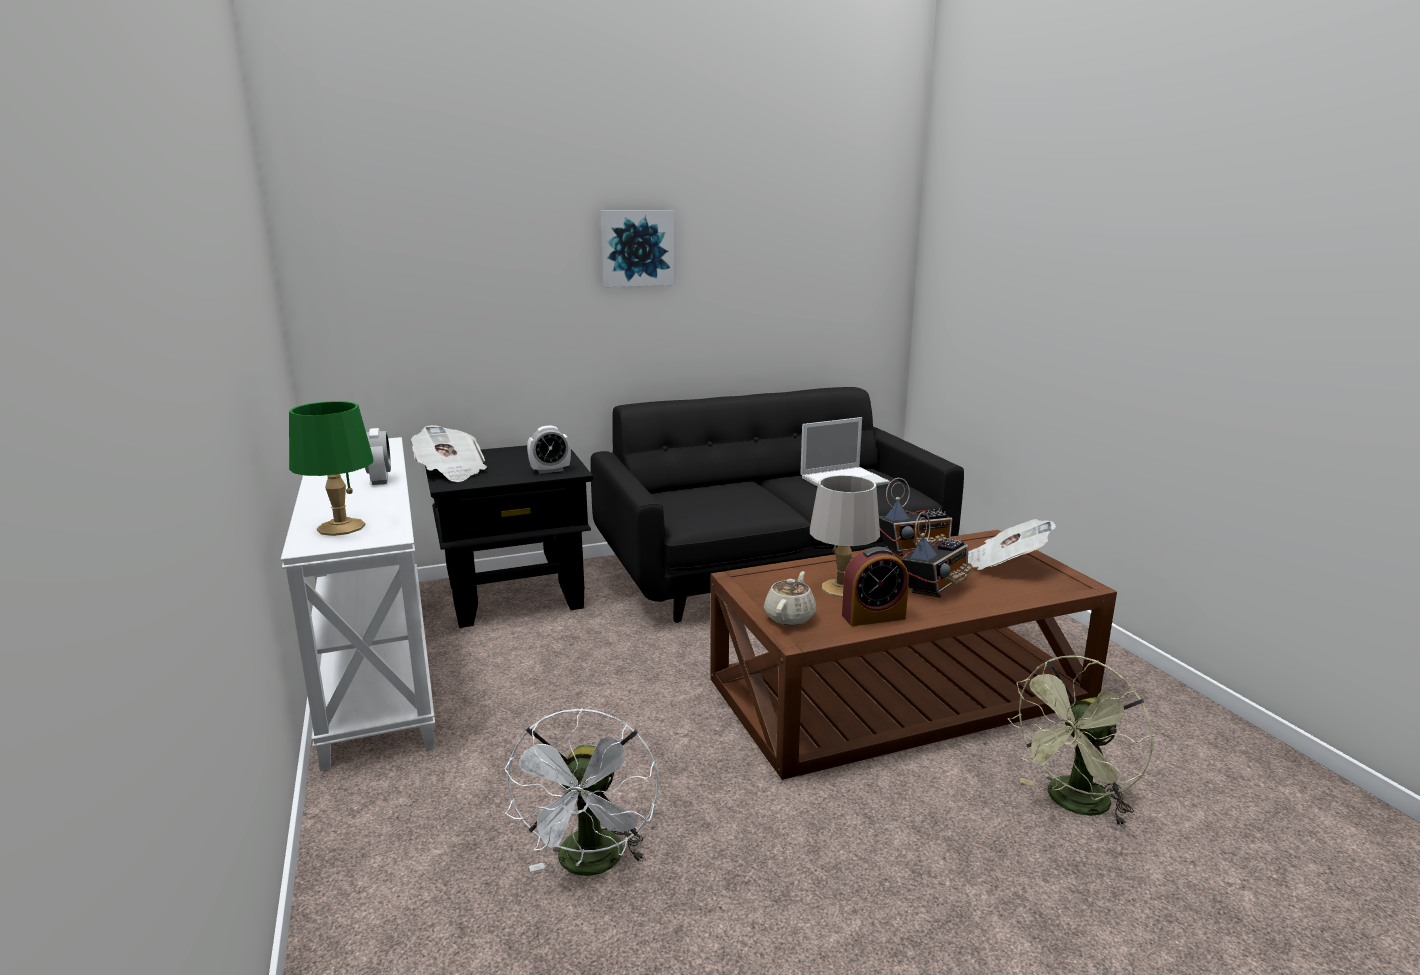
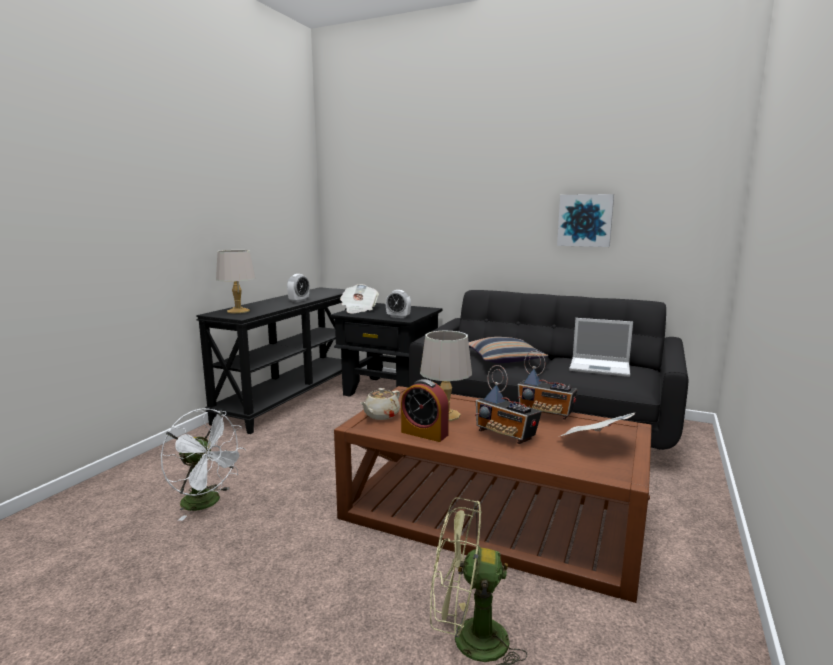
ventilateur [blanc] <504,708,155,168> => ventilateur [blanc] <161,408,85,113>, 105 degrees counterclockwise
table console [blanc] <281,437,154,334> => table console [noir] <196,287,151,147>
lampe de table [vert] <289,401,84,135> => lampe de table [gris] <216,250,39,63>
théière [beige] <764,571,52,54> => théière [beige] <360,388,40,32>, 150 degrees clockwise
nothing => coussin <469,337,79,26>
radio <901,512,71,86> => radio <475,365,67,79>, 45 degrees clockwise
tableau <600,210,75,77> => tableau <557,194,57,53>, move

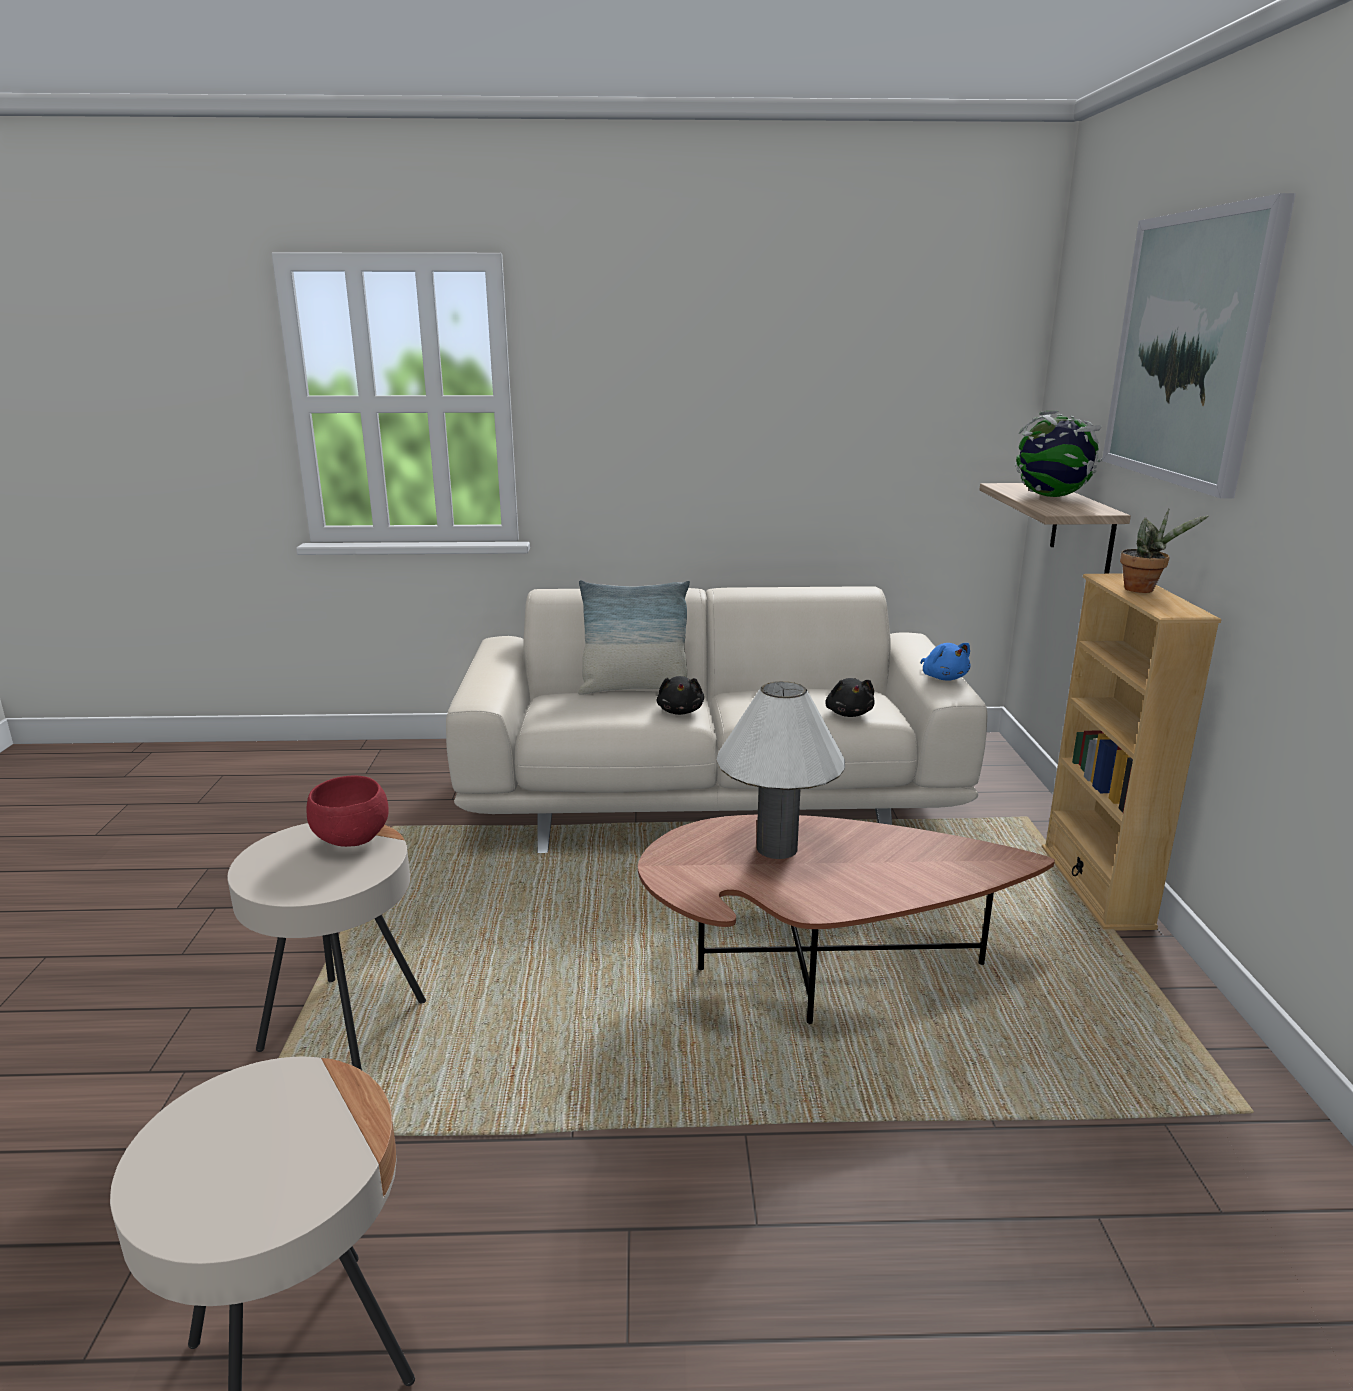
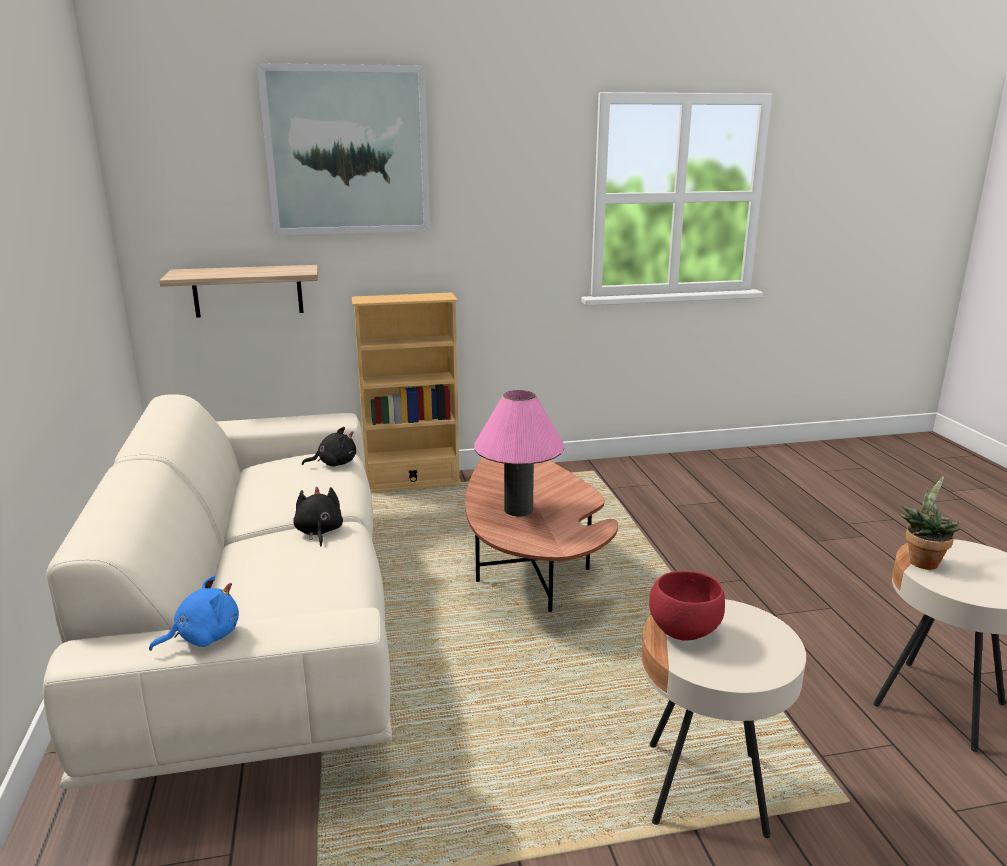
peluche [bleu] <921,643,50,38> => peluche [bleu] <149,576,90,75>, move
peluche [noir] <657,676,47,39> => peluche [noir] <293,487,50,59>, 90 degrees counterclockwise
lampe de table [blanc] <716,681,129,178> => lampe de table [rose] <474,390,90,126>
plante en pot <1120,508,89,85> => plante en pot <899,476,61,94>, move
coussin <578,580,112,115> => nothing
globe <1015,411,88,86> => nothing

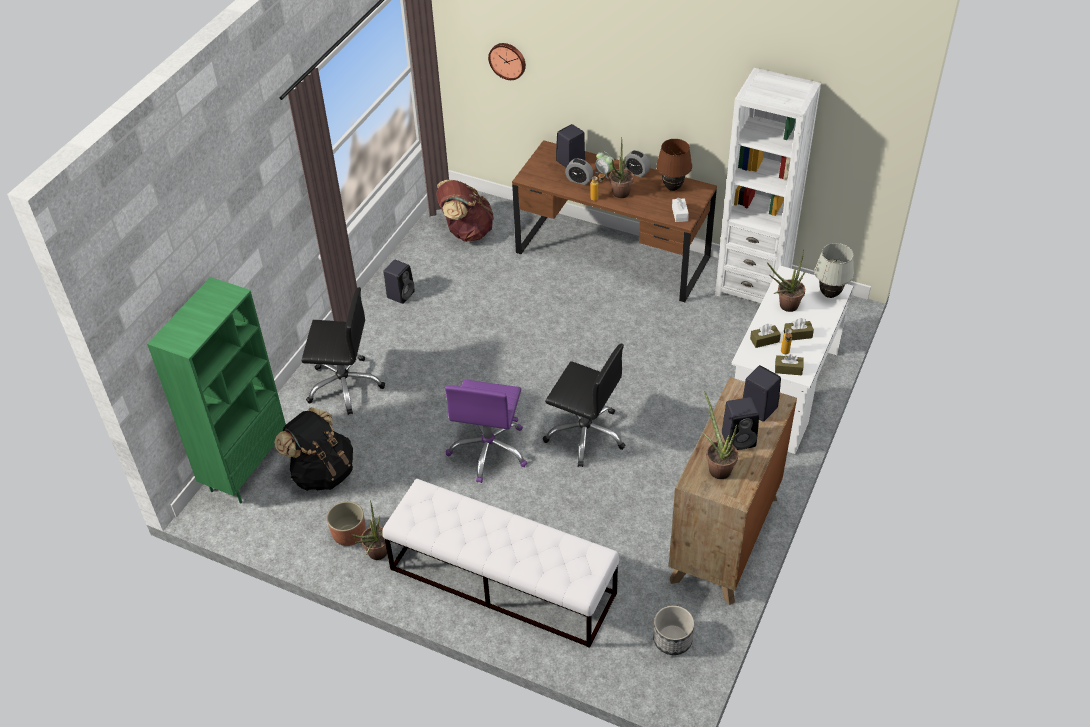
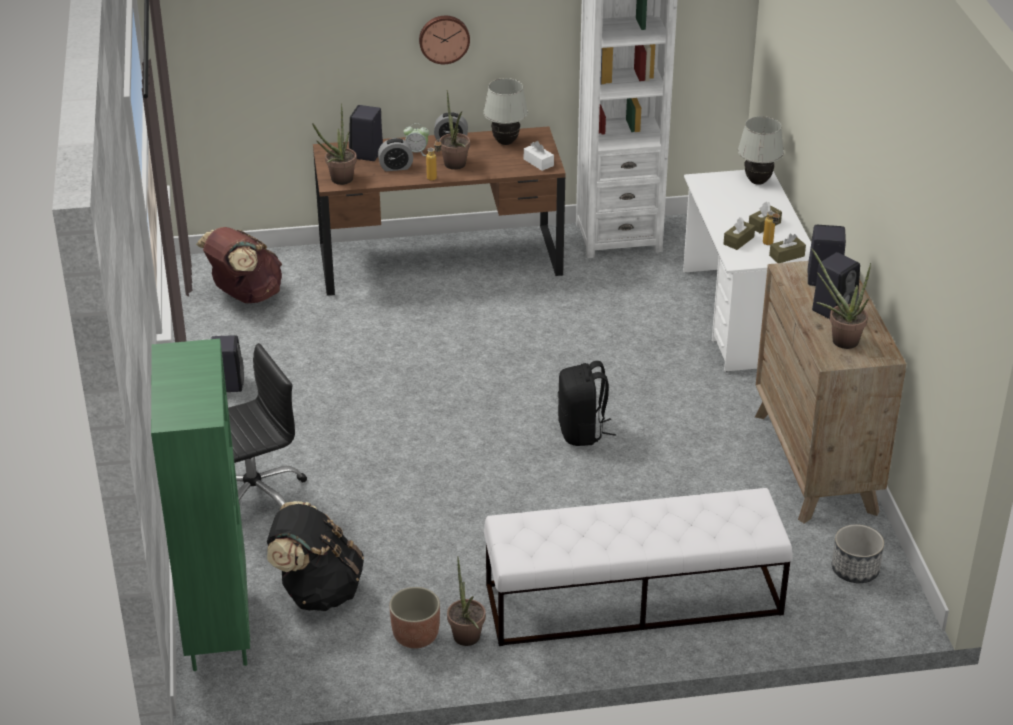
plante en pot <767,250,38,62> => plante en pot <312,103,45,82>, move
horloge murale <488,43,38,37> => horloge murale <419,16,51,48>, move
lampe de table [marron] <656,139,36,52> => lampe de table [blanc] <483,78,45,67>
chaise de bureau [noir] <543,344,82,123> => sac à dos [noir] <558,361,58,85>
chaise de bureau [violet] <445,379,82,104> => nothing

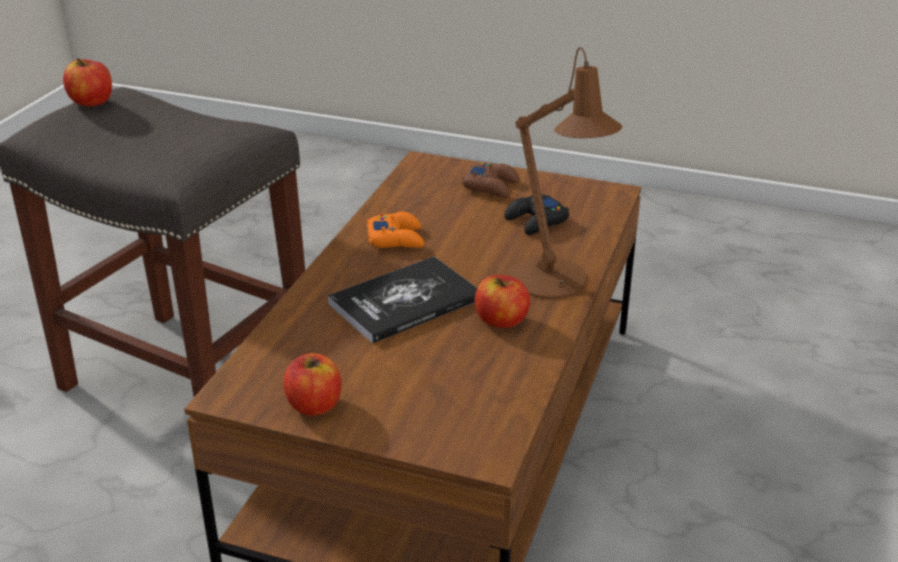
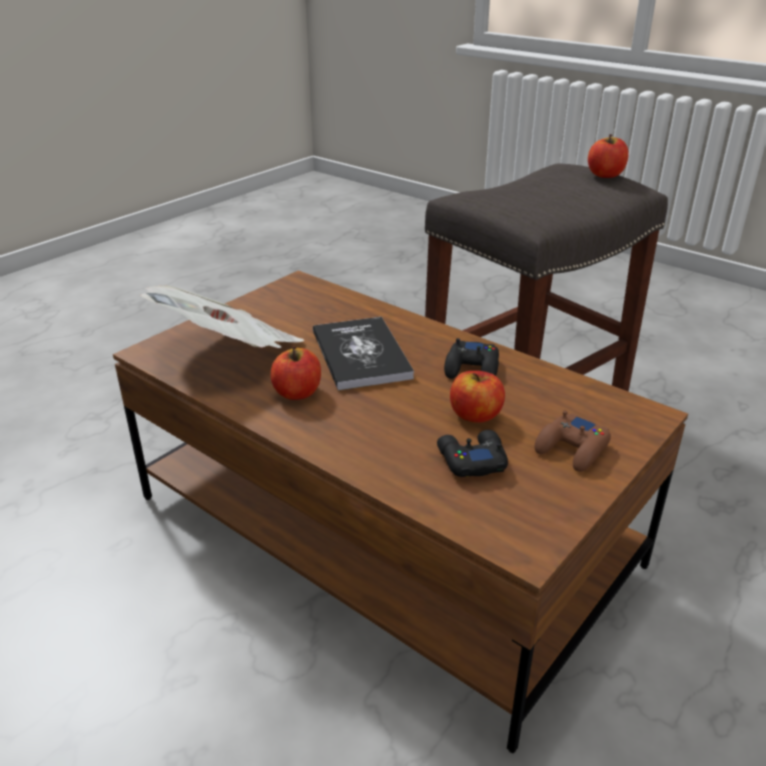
nothing => journal <139,286,165,62>
manette [orange] <367,212,57,36> => manette [noir] <444,338,55,41>
pomme <283,353,58,63> => pomme <450,371,55,52>, move
lampe de table [marron] <510,47,112,251> => nothing

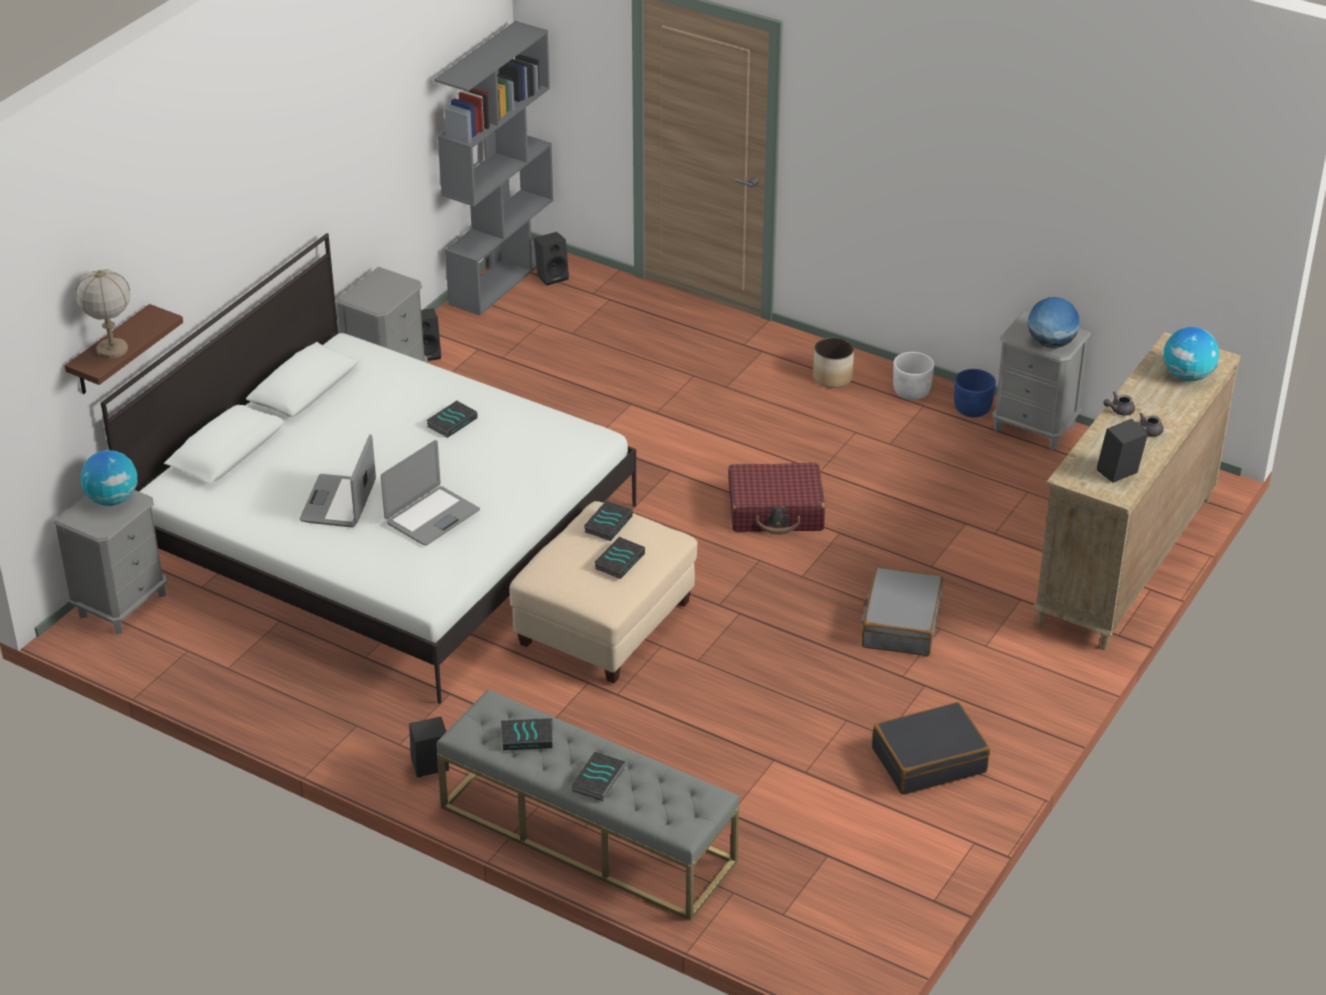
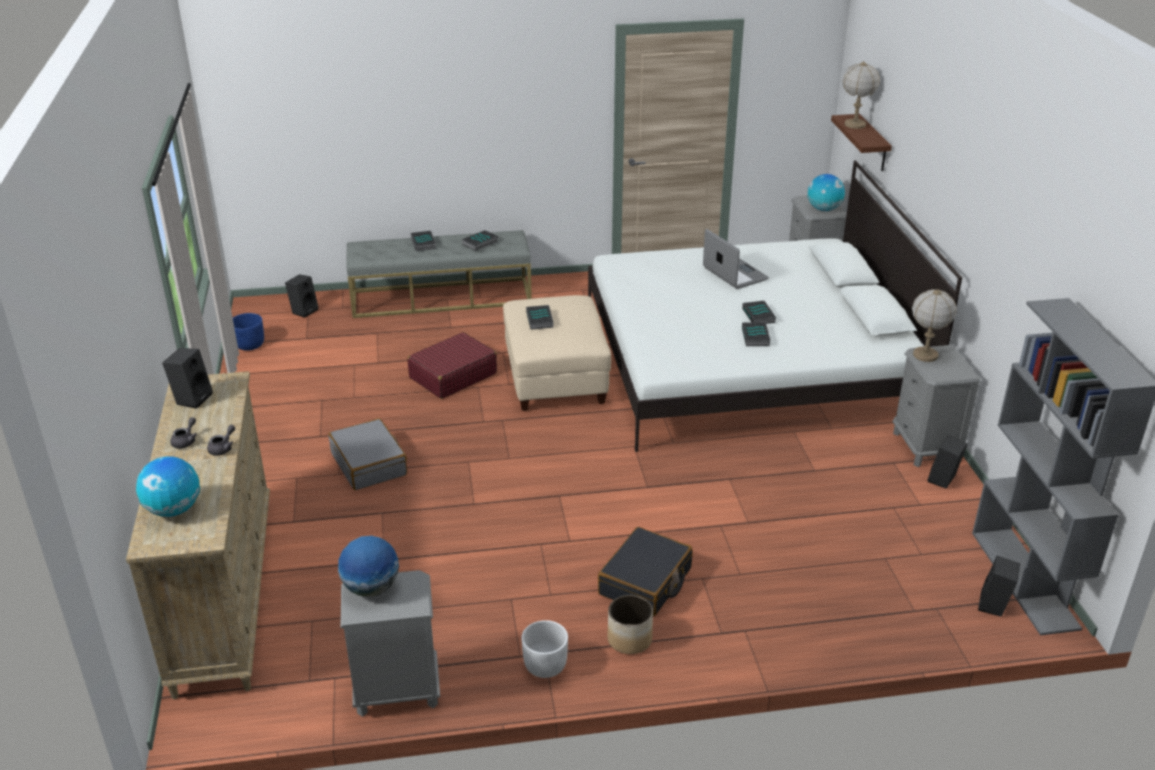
cache-pot [bleu] <954,369,42,48> => cache-pot [bleu] <233,313,31,38>, move
enceinte [noir] <409,717,40,60> => enceinte [noir] <285,274,33,44>, move
valise [rouge] <729,463,96,72> => valise [rouge] <408,332,89,67>, move
valise [noir] <872,702,118,93> => valise [noir] <598,527,95,89>, move
livre <584,500,49,41> => livre <742,301,34,23>, move
nothing => lampe de table <912,289,45,73>
ordinateur portable <381,440,99,105> => nothing

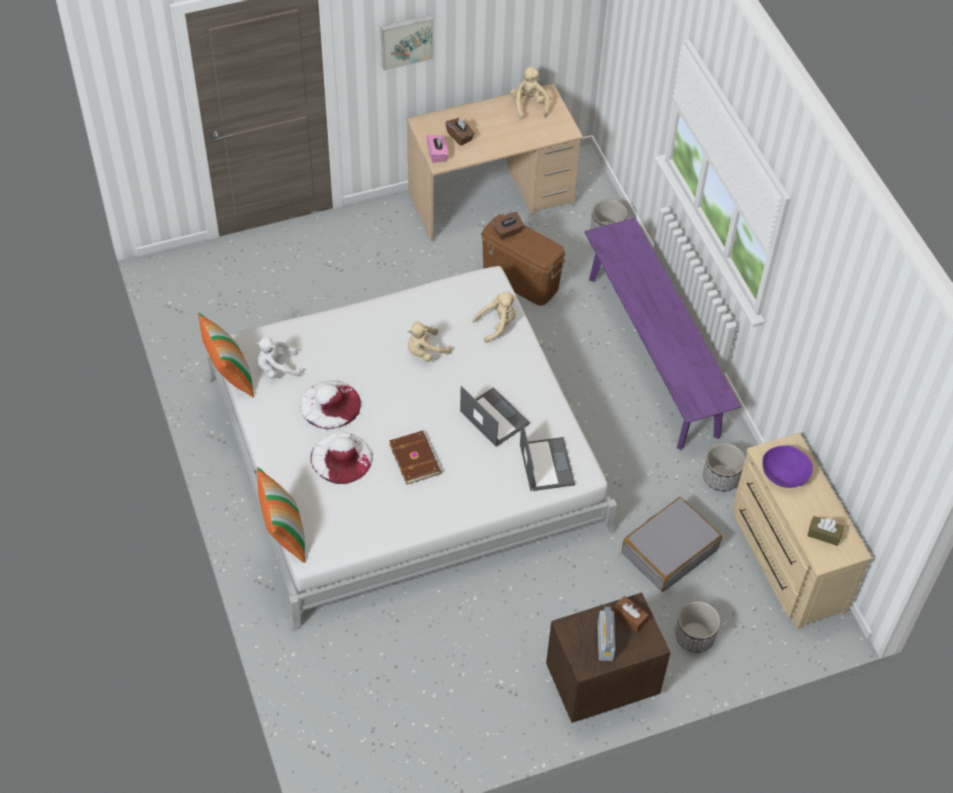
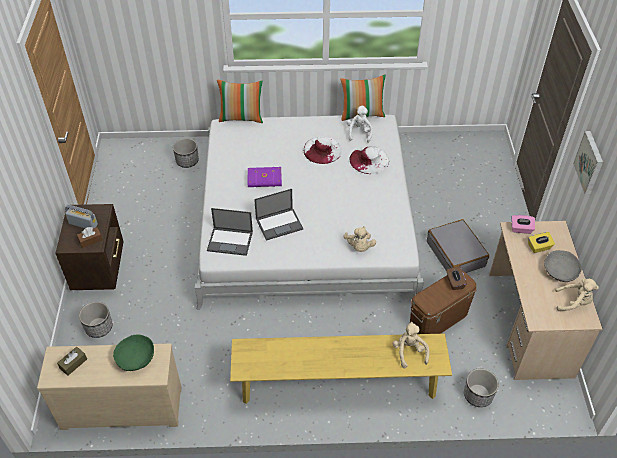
bol [violet] <762,446,51,42> => bol [vert] <113,334,41,37>
cache-pot <703,443,42,48> => cache-pot <173,138,26,30>, move
banc [violet] <585,218,156,232> => banc [jaune] <230,334,222,70>
livre [marron] <389,431,52,54> => livre [violet] <248,167,34,20>
chapeau [blanc] <310,432,63,52> => chapeau [blanc] <349,146,40,28>, move
peluche [beige] <407,321,44,41> => peluche [beige] <393,321,37,47>, move
valise [gris] <622,497,100,95> => valise [gris] <427,219,62,54>, move
boîte à mouchoirs [marron] <445,117,30,29> => boîte à mouchoirs [jaune] <528,232,27,21>
nothing => bol [gris] <544,250,38,32>

